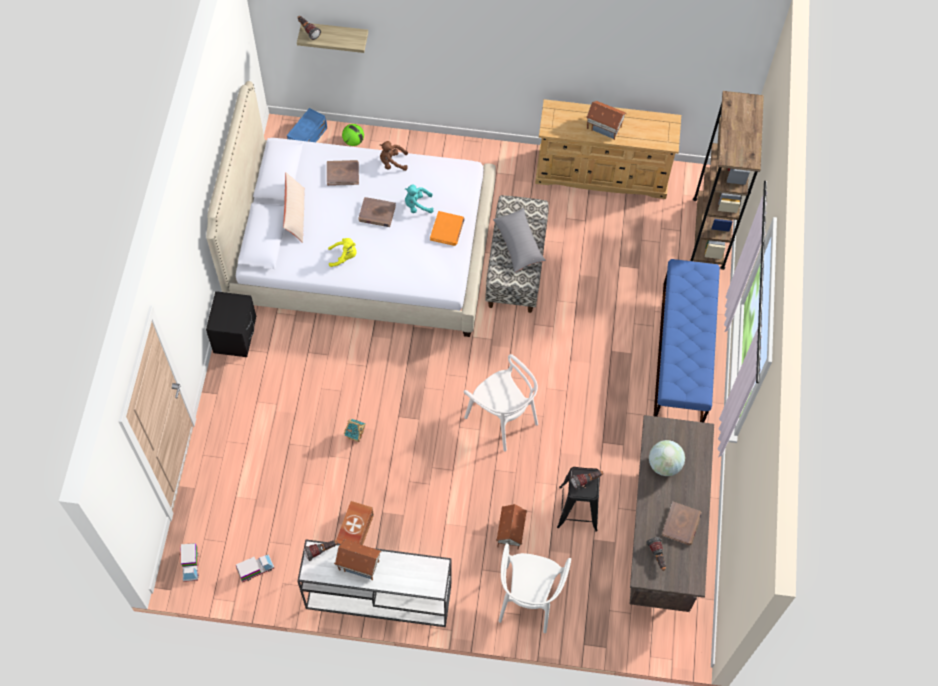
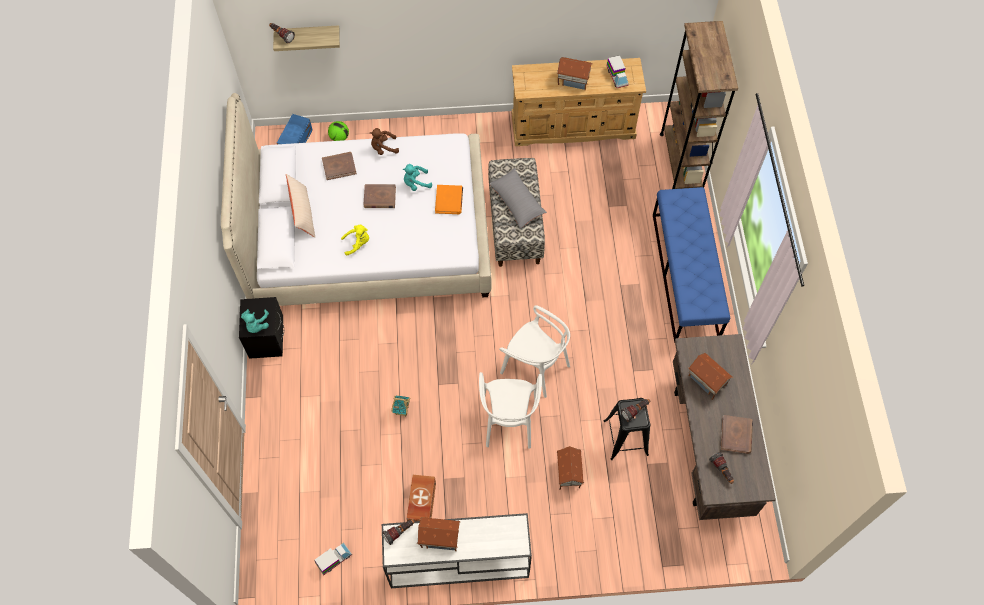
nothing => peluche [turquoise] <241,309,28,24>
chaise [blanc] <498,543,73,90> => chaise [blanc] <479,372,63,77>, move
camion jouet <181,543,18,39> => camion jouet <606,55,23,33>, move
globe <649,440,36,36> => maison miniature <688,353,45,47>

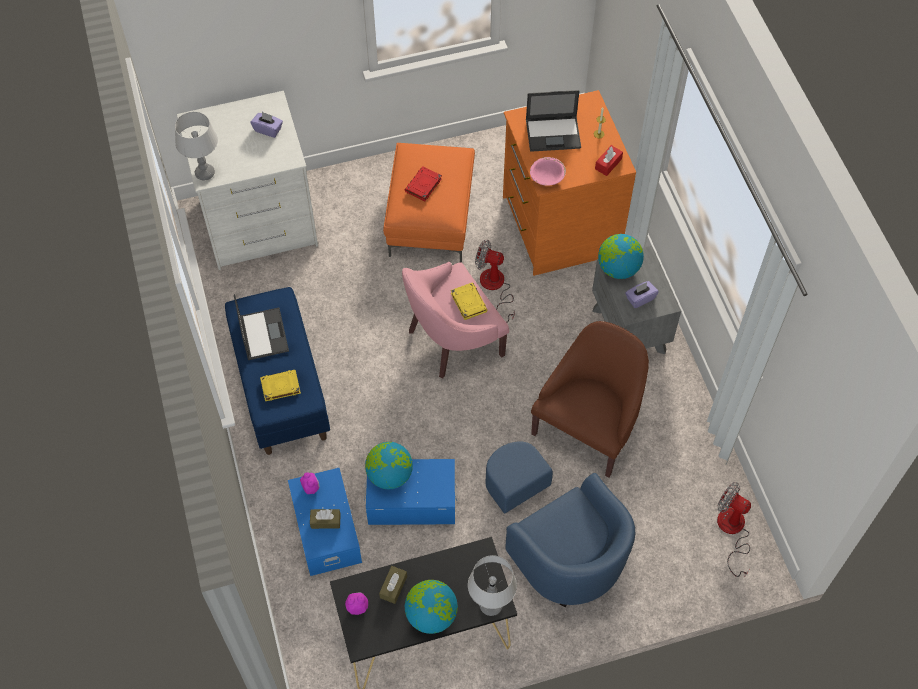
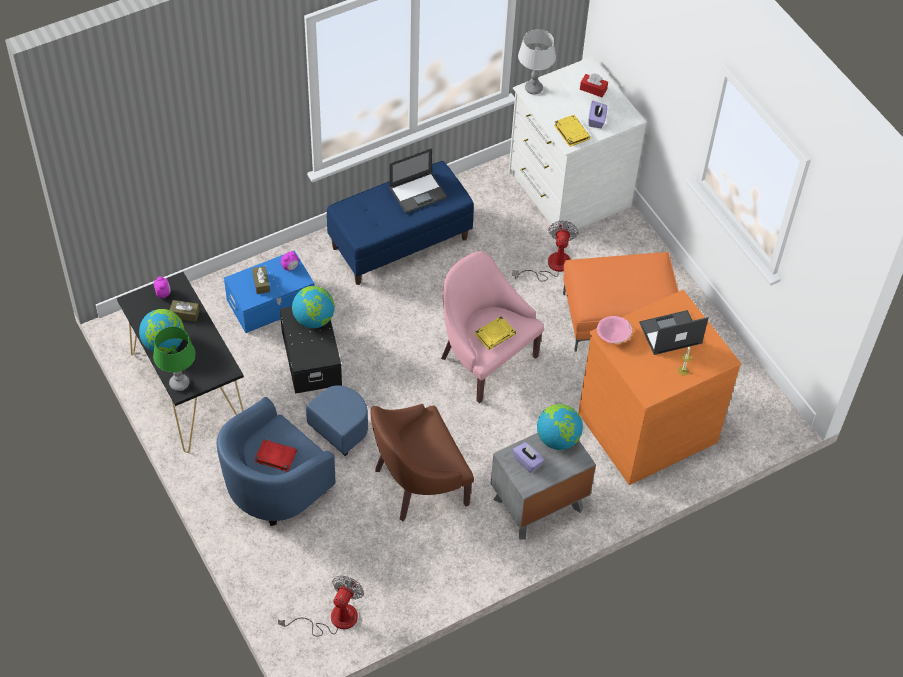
lampe de table [gris] <468,555,49,61> => lampe de table [vert] <153,327,43,64>
livre [rouge] <405,166,37,35> => livre [rouge] <255,440,42,32>, move
boîte de rangement [bleu] <364,459,93,66> => boîte de rangement [noir] <280,307,62,87>
fauteuil [marron] <531,321,118,157> => fauteuil [marron] <371,404,103,117>, 135 degrees clockwise
ventilateur <475,240,40,83> => ventilateur <512,220,66,62>, move
livre [jaune] <260,369,41,32> => livre [jaune] <554,115,36,32>, move
boîte à mouchoirs [rouge] <595,145,28,31> => boîte à mouchoirs [rouge] <580,74,28,23>, move
ordinateur portable <526,90,55,62> => ordinateur portable <639,310,70,45>, 90 degrees clockwise

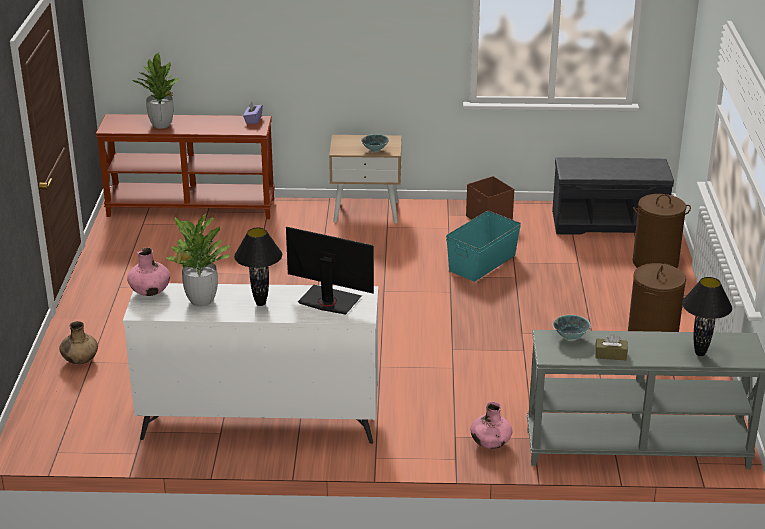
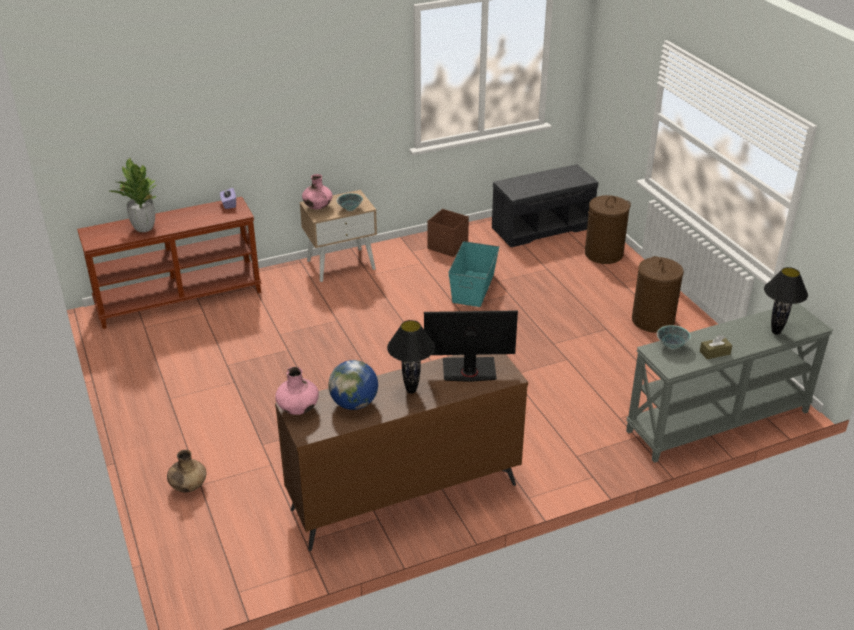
commode [blanc] <123,283,255,161> => commode [marron] <275,354,253,197>
vase [rose] <470,402,42,47> => vase [rose] <302,174,31,35>, move
plante en pot <165,213,66,93> => globe <328,360,50,50>

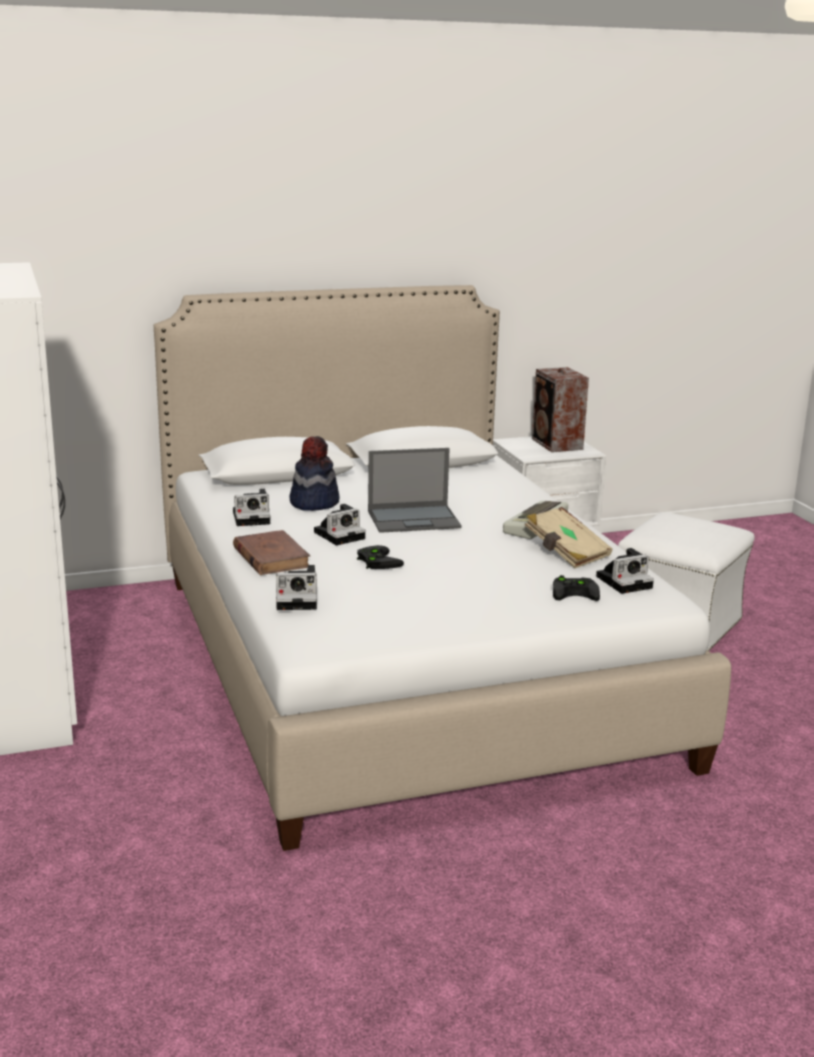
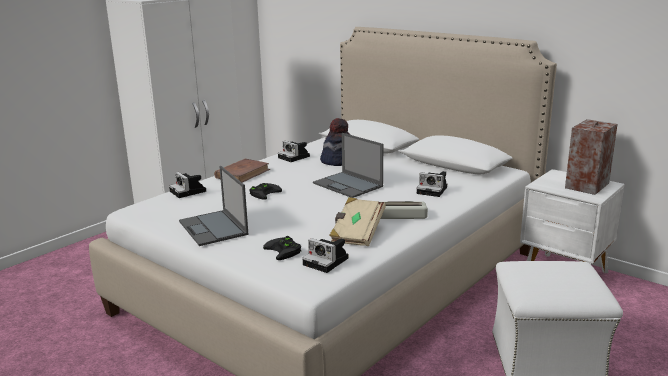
nothing => ordinateur portable <179,166,69,80>
appareil photo <314,504,51,42> => appareil photo <417,171,30,26>, move

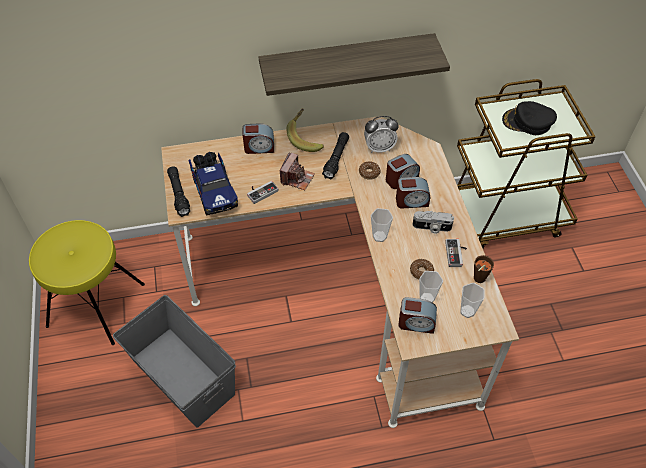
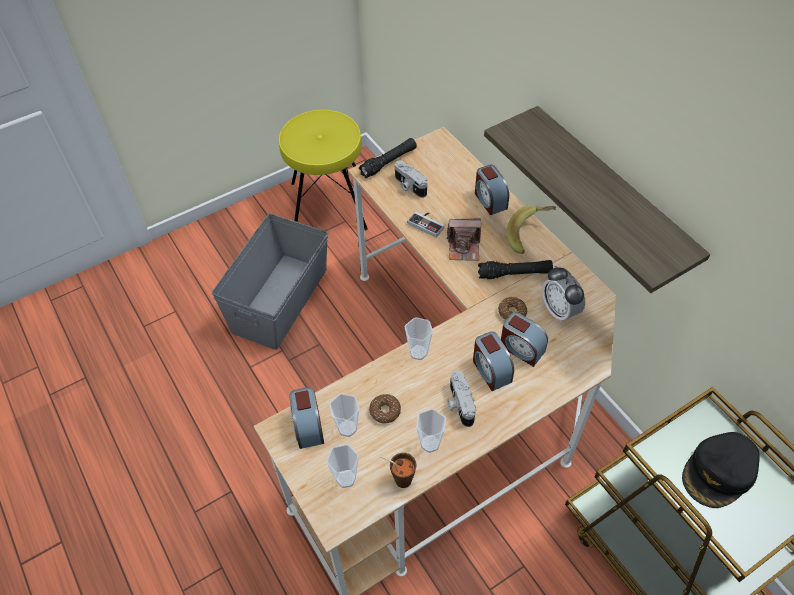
camion jouet <189,152,49,64> => appareil photo <395,160,32,38>
manette <445,239,22,28> => tasse <416,409,30,44>
casquette [noir] <502,101,55,34> => casquette [noir] <682,432,78,76>, 120 degrees counterclockwise

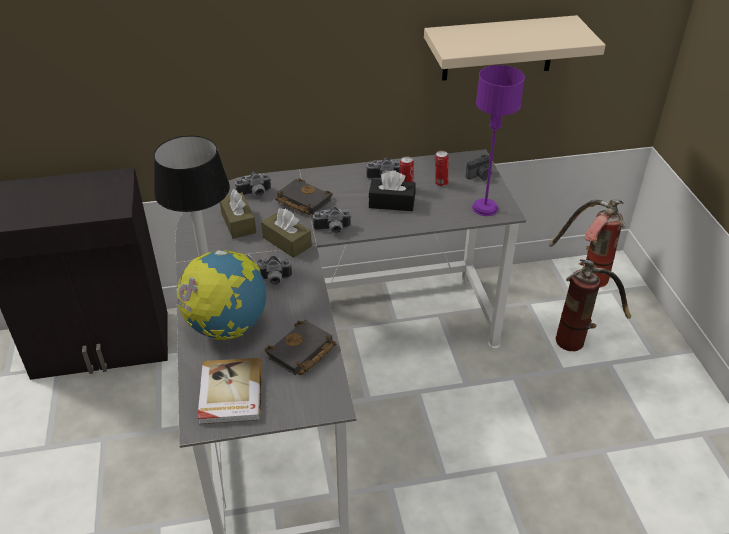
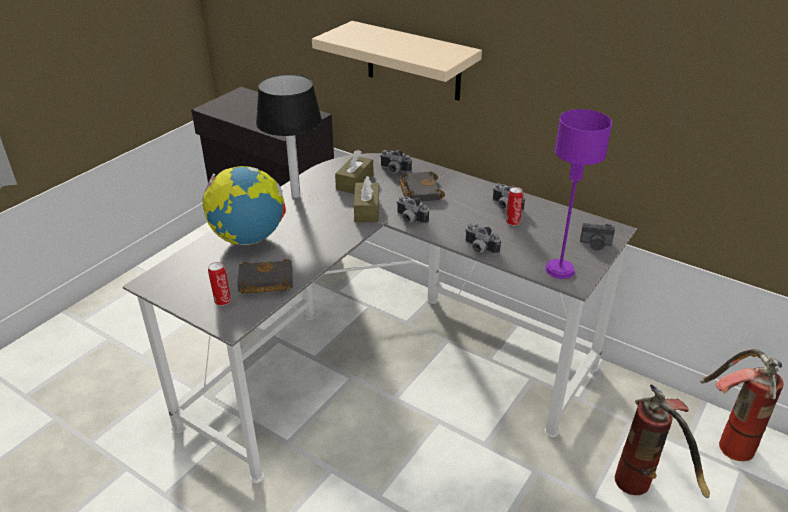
boîte métallique <435,151,14,35> => boîte métallique <208,262,23,44>, move
étagère [beige] <424,15,182,66> => étagère [beige] <312,21,170,80>, move
appareil photo <255,256,37,29> => appareil photo <465,224,36,31>, move
livre <197,358,65,67> => nothing
boîte à mouchoirs [noir] <368,170,48,41> => nothing

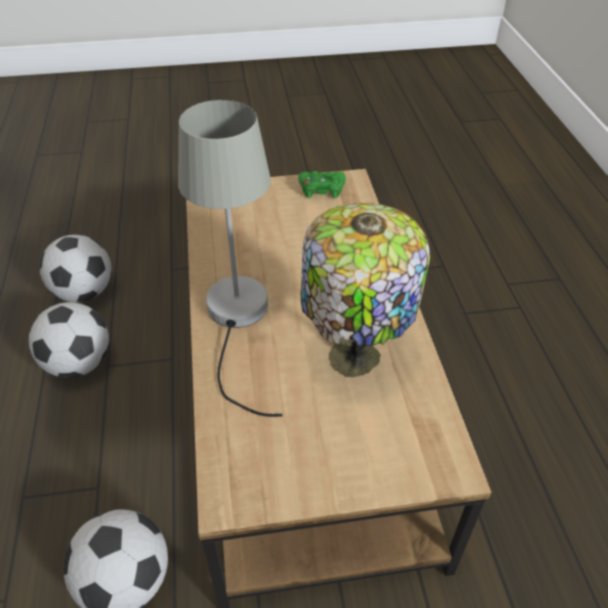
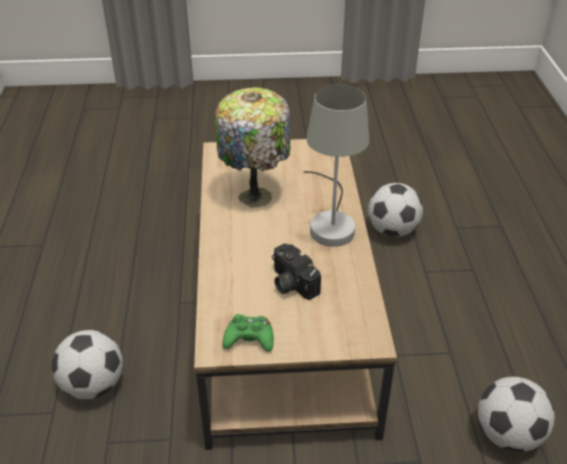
ballon de foot <29,302,80,76> => ballon de foot <52,330,71,69>, move
nothing => appareil photo <272,243,49,57>

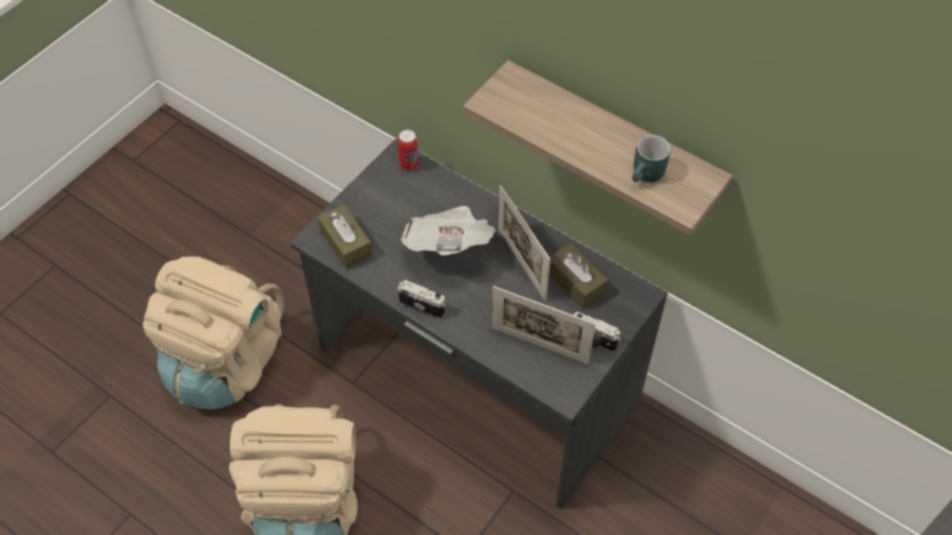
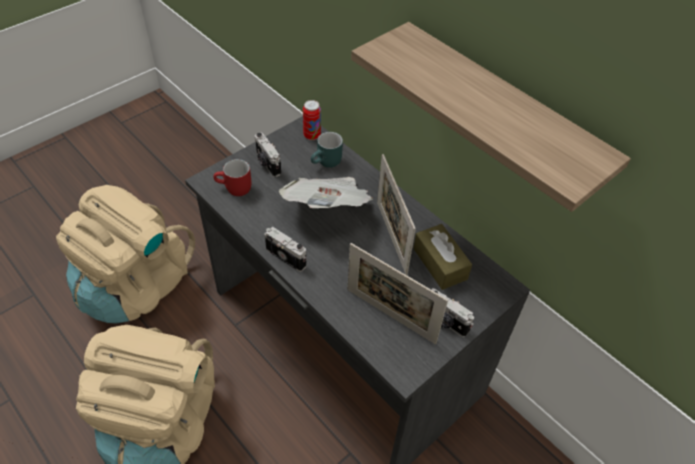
boîte à mouchoirs [marron] <318,204,55,65> => mug [rouge] <213,159,38,37>
nothing => appareil photo <255,132,26,45>
mug [turquoise] <632,135,39,47> => mug [turquoise] <311,132,32,36>, move

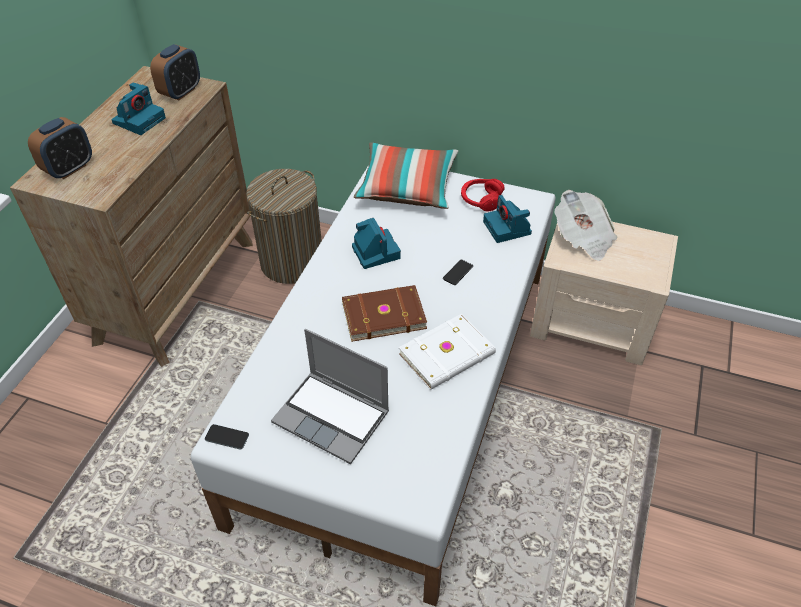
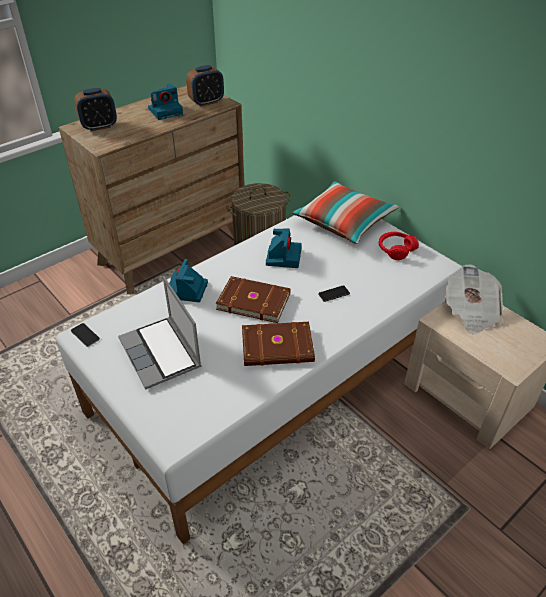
appareil photo <483,195,49,48> => appareil photo <169,259,39,43>, move
livre [blanc] <399,314,97,76> => livre [marron] <242,322,73,44>

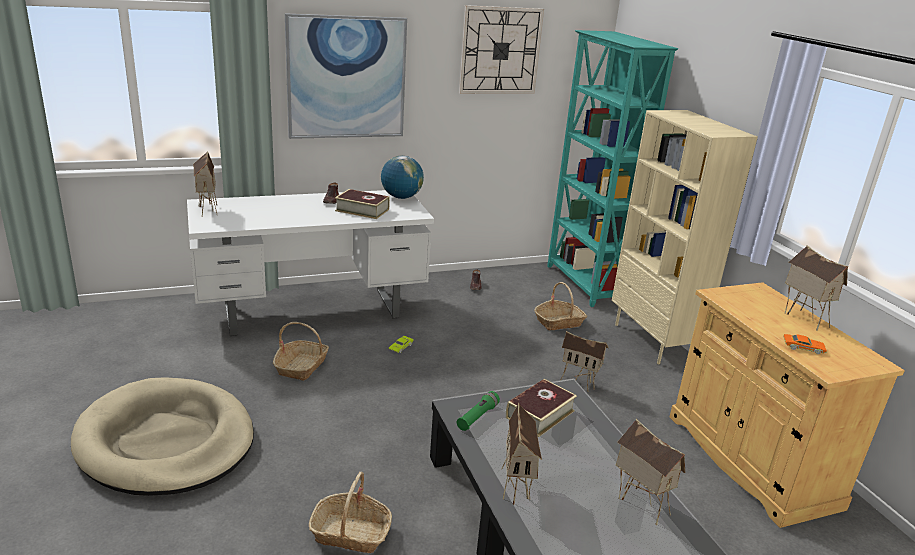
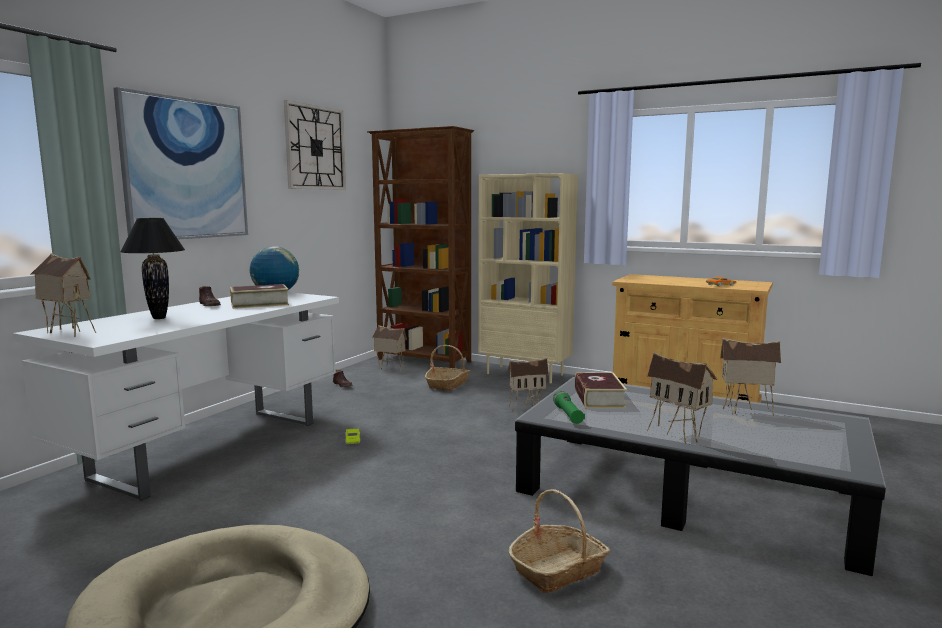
nothing => lampe de table [noir] <120,218,65,101>
bibliothèque [turquoise] <547,30,131,277> => bibliothèque [marron] <367,126,107,242>
maison miniature <785,245,63,86> => maison miniature <372,325,35,47>, move
panier <273,322,56,59> => nothing

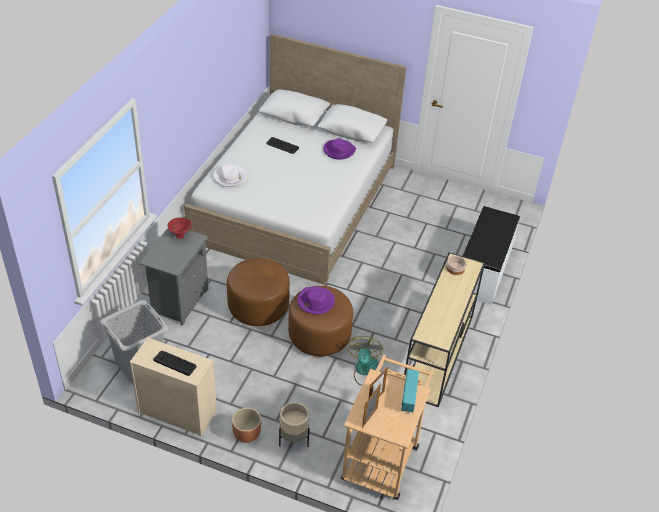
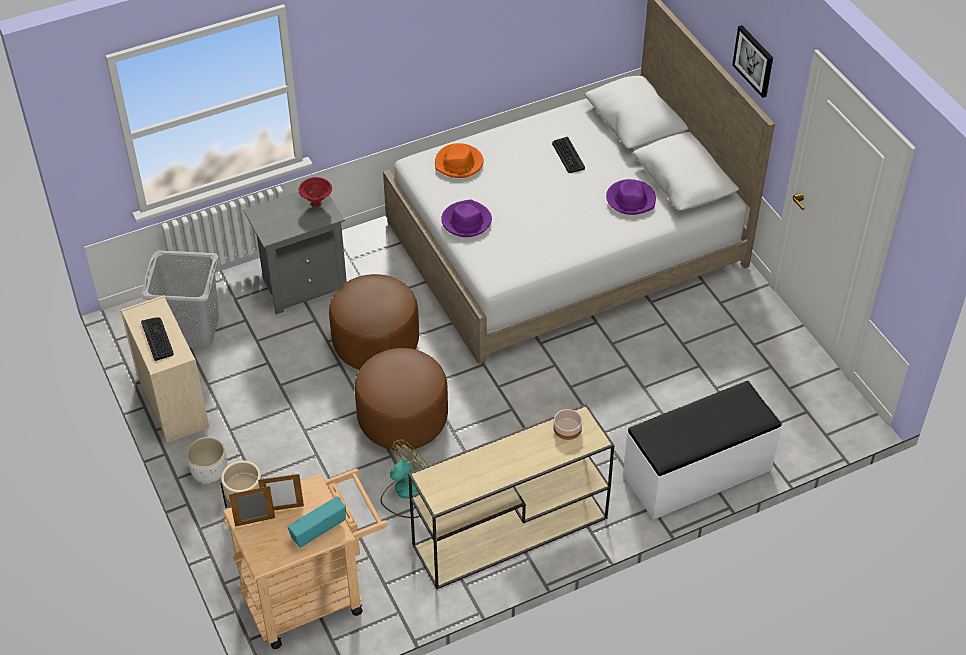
cache-pot [marron] <232,408,29,35> => cache-pot [blanc] <186,437,41,46>
chapeau [blanc] <213,164,34,23> => chapeau [orange] <435,143,49,35>
chapeau [violet] <297,287,38,27> => chapeau [violet] <441,200,51,37>, move
nothing => tableau <732,25,41,73>

